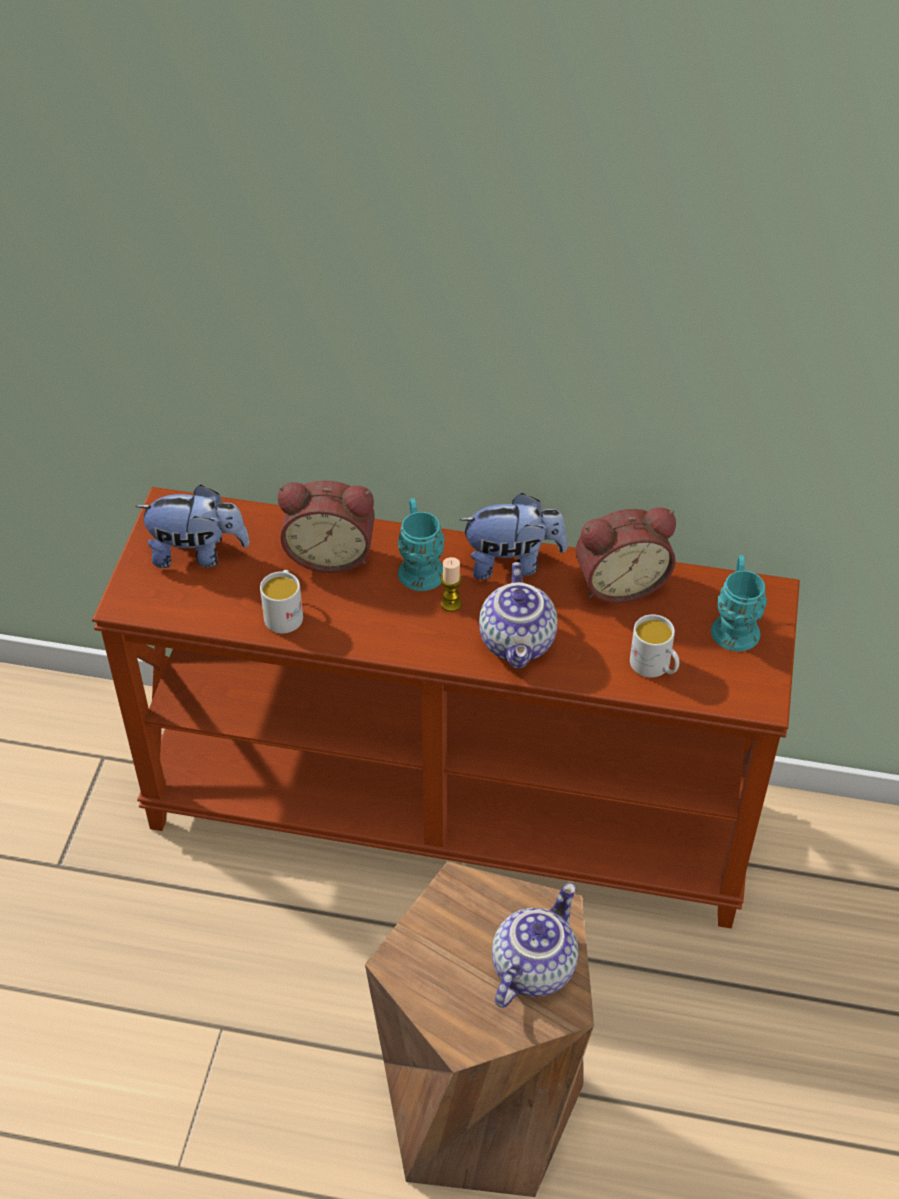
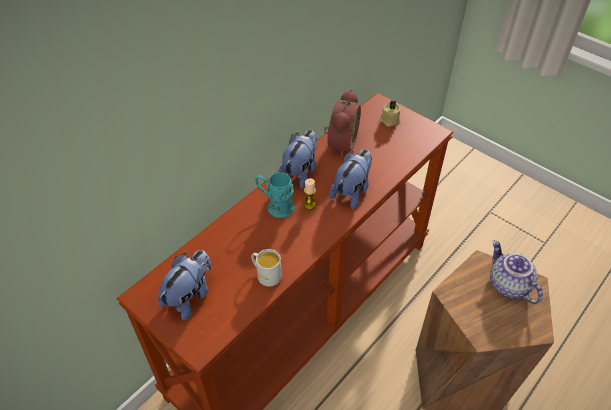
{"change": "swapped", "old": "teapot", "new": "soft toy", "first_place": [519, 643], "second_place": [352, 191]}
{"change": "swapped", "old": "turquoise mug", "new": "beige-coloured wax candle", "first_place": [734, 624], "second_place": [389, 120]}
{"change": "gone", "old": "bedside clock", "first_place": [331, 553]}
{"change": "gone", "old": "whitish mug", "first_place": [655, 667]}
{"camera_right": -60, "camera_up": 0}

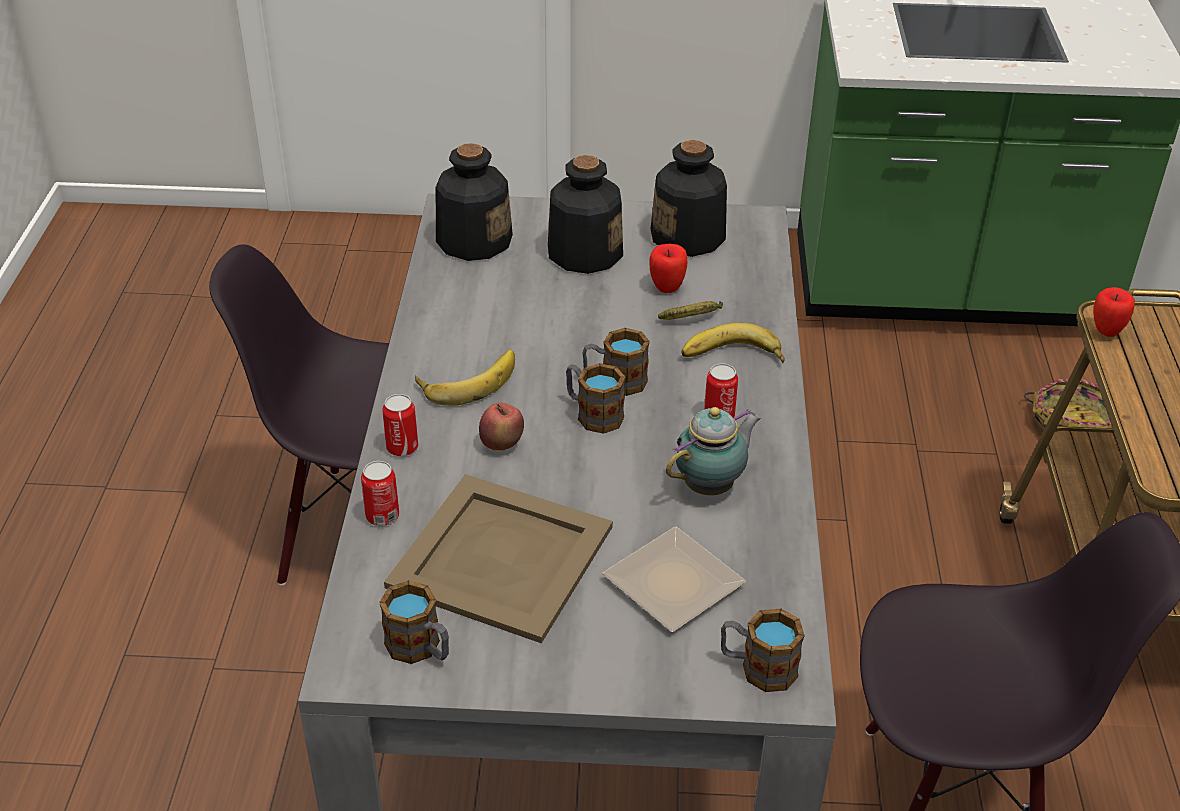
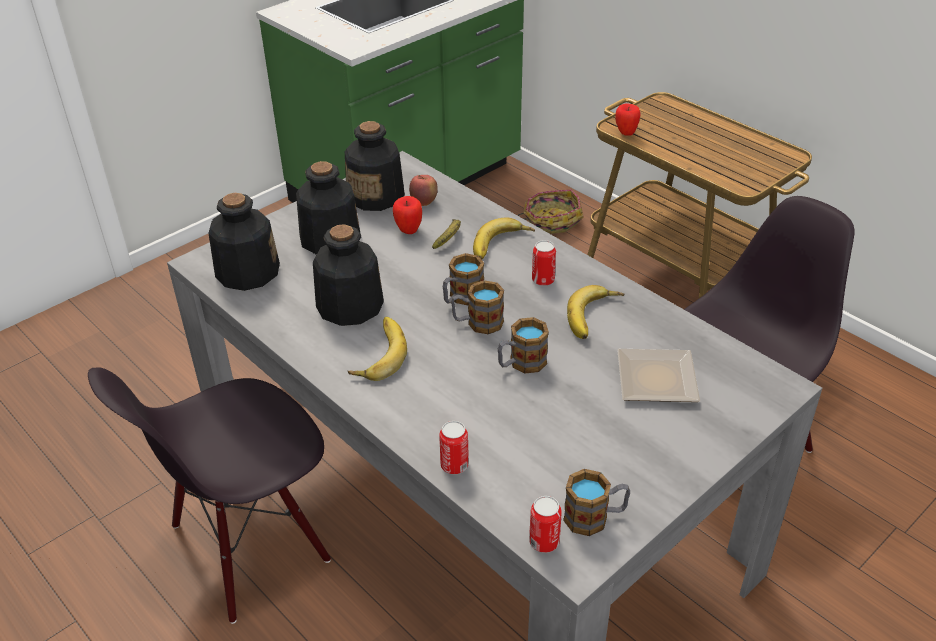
{"change": "new", "new": "drink bottle", "second_place": [349, 306]}
{"change": "shifted", "old": "whole apple", "first_place": [502, 445], "second_place": [424, 203]}
{"change": "shifted", "old": "mug", "first_place": [757, 667], "second_place": [521, 363]}
{"change": "shifted", "old": "sealed can", "first_place": [402, 447], "second_place": [544, 542]}
{"change": "swapped", "old": "teapot", "new": "banana", "first_place": [711, 485], "second_place": [595, 317]}
{"change": "gone", "old": "beige-coloured tray", "first_place": [499, 557]}
{"camera_right": -45, "camera_up": 0}

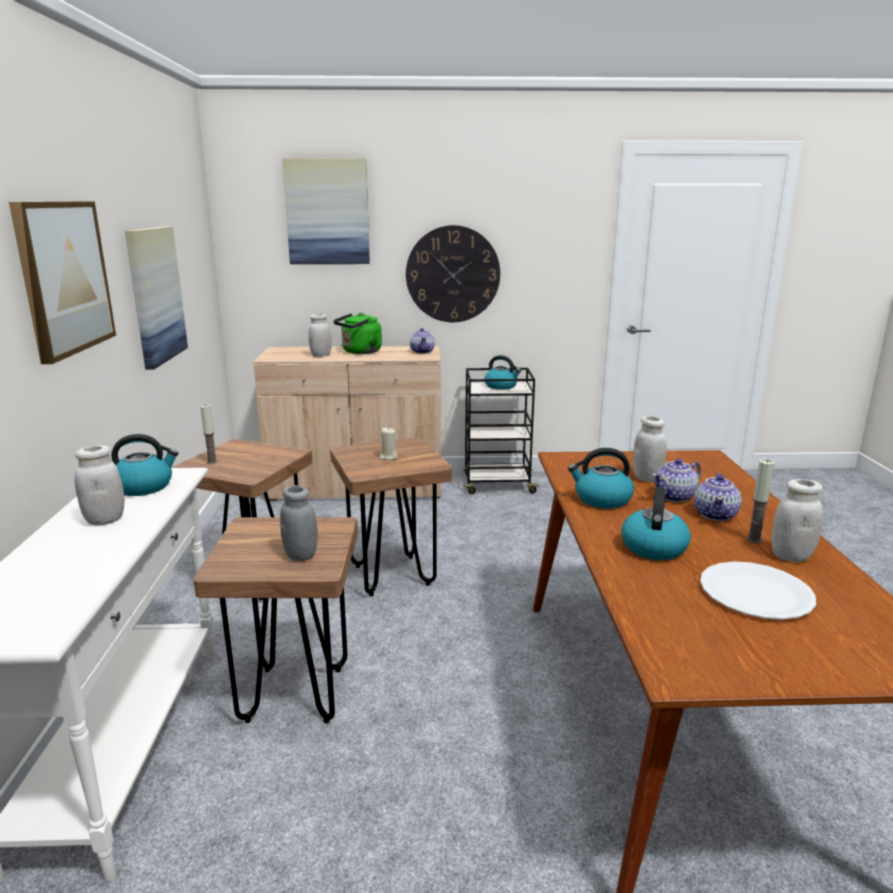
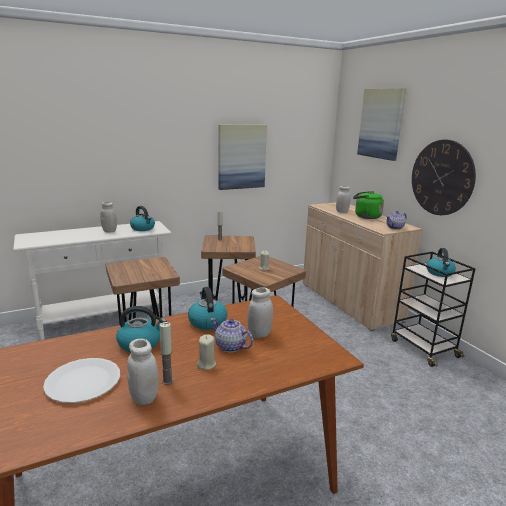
{"change": "swapped", "old": "teapot", "new": "beige-coloured wax candle", "first_place": [715, 514], "second_place": [206, 364]}
{"change": "gone", "old": "wall picture", "first_place": [64, 277]}
{"change": "gone", "old": "grey jar", "first_place": [301, 555]}
{"camera_right": 65, "camera_up": 0}

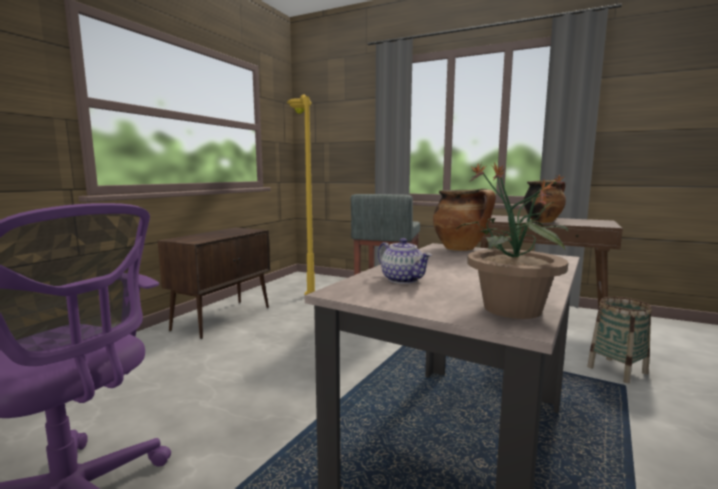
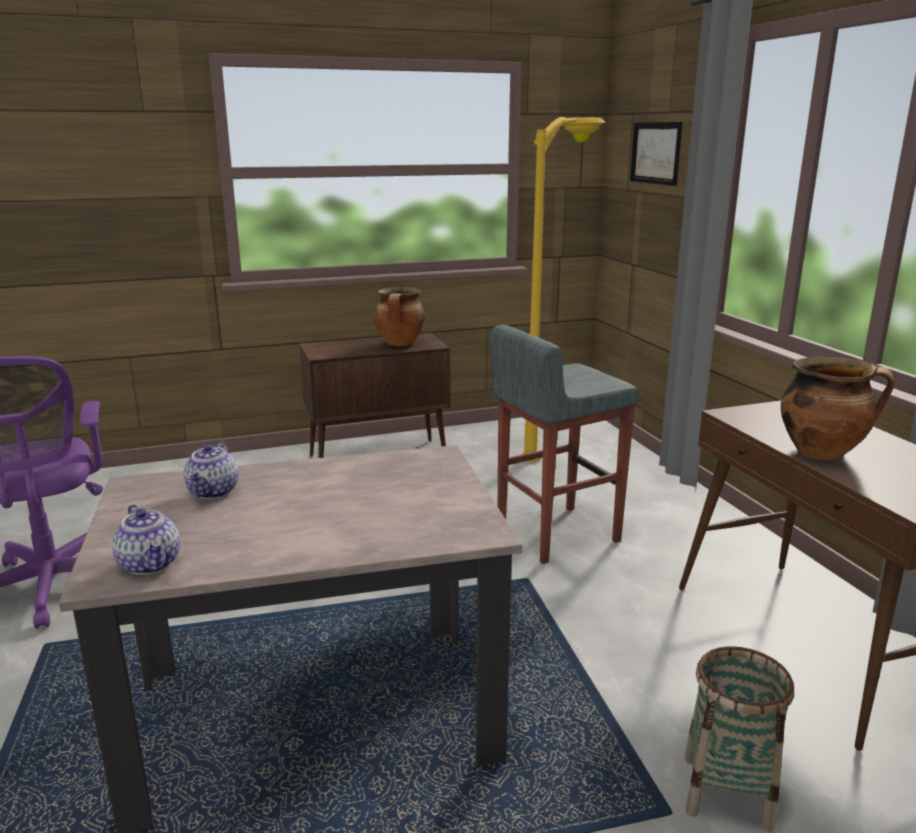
{"change": "swapped", "old": "potted plant", "new": "teapot", "first_place": [511, 309], "second_place": [151, 564]}
{"change": "shifted", "old": "stockpot", "first_place": [461, 249], "second_place": [400, 344]}
{"change": "new", "new": "wall picture", "second_place": [655, 153]}
{"camera_right": 45, "camera_up": 10}

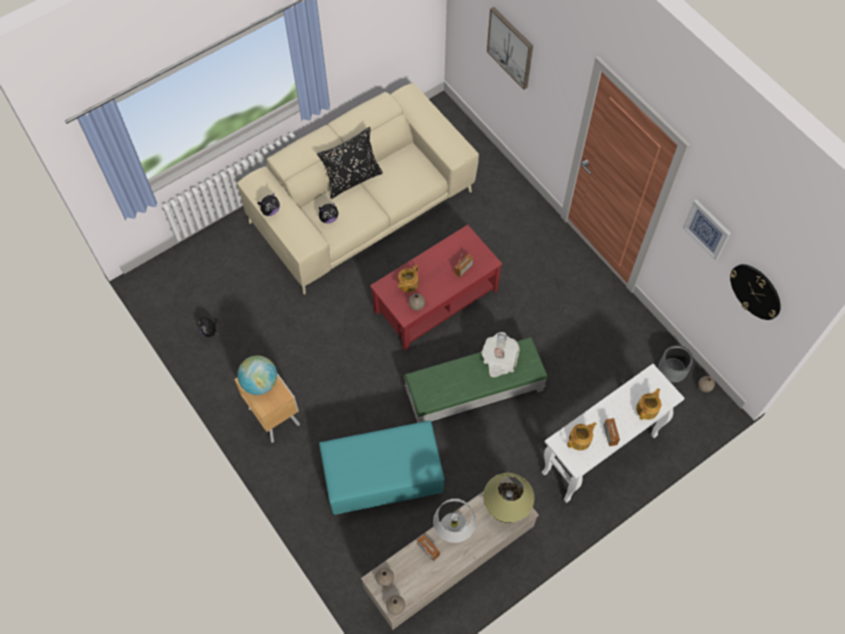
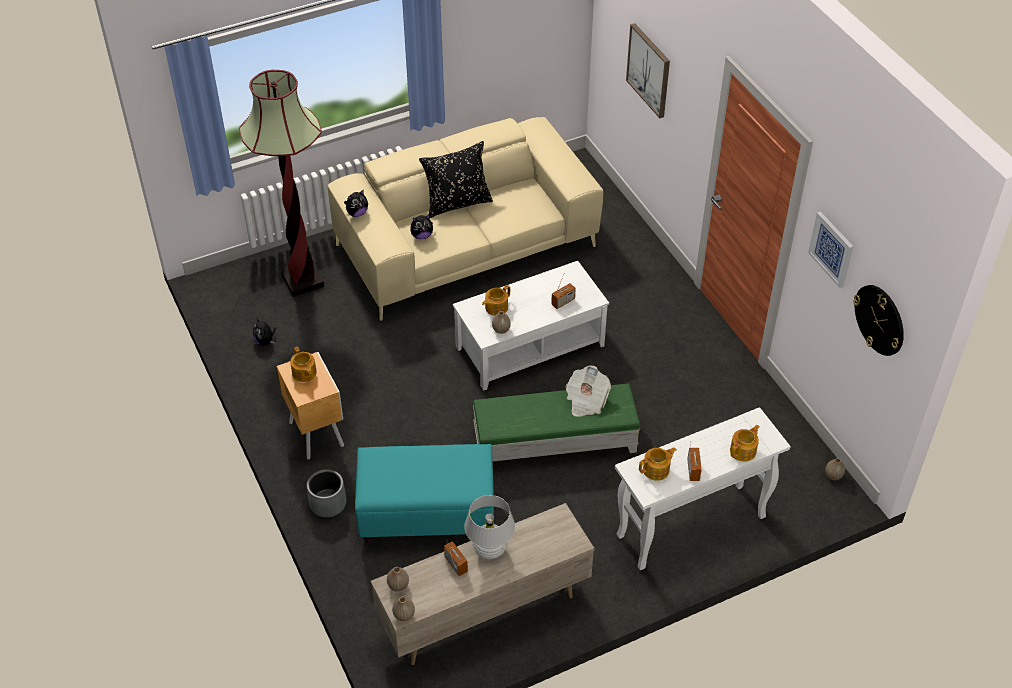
{"change": "new", "new": "standing lamp", "second_place": [303, 281]}
{"change": "swapped", "old": "world globe", "new": "teapot", "first_place": [260, 383], "second_place": [304, 373]}
{"change": "shifted", "old": "grey flower pot", "first_place": [672, 369], "second_place": [327, 503]}
{"change": "repainted", "old": "reddish low table", "new": "whitish low table", "first_place": [435, 299], "second_place": [529, 345]}
{"change": "gone", "old": "lamp for a table", "first_place": [506, 505]}
{"camera_right": 10, "camera_up": -15}

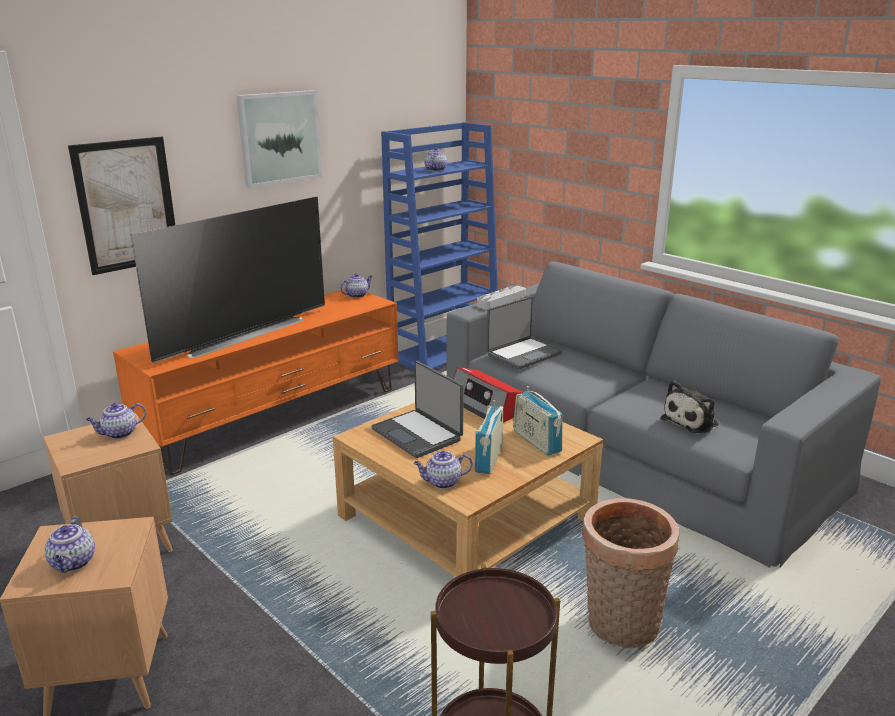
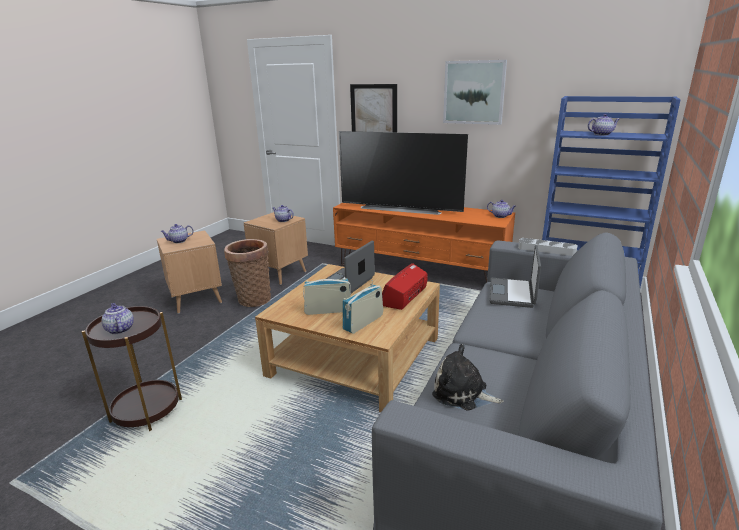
{"change": "shifted", "old": "teapot", "first_place": [442, 482], "second_place": [119, 329]}
{"change": "shifted", "old": "household basket", "first_place": [620, 627], "second_place": [252, 299]}
{"change": "rotated", "old": "portable computer", "first_place": [523, 354], "second_place": [513, 293], "degrees": 75}
{"camera_right": 70, "camera_up": 0}

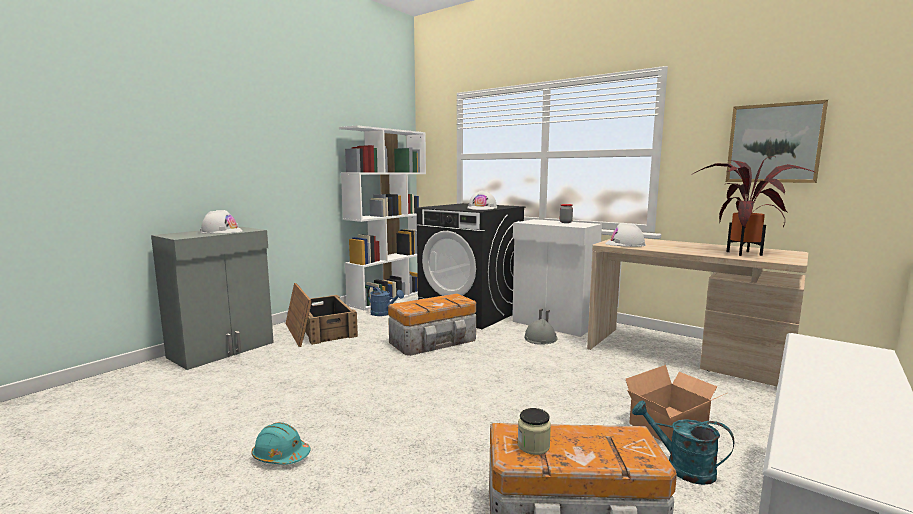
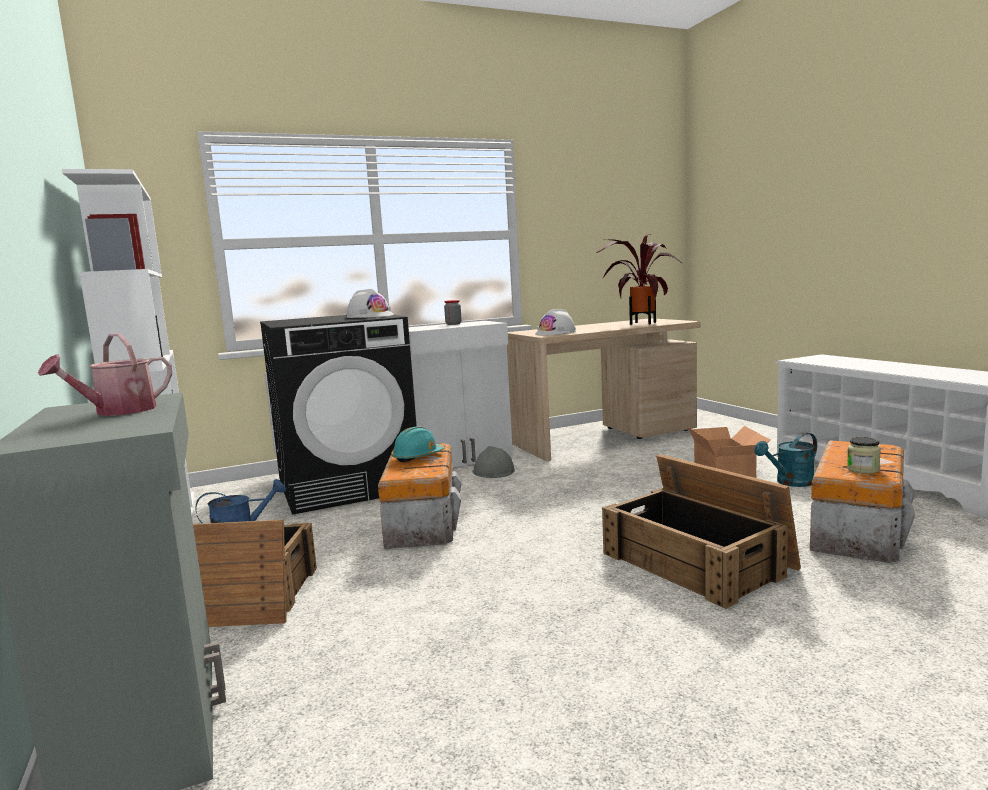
{"change": "swapped", "old": "whitish safety helmet", "new": "watering pot", "first_place": [221, 231], "second_place": [118, 412]}
{"change": "shifted", "old": "turquoise safety helmet", "first_place": [281, 456], "second_place": [417, 457]}
{"change": "new", "new": "packing crate", "second_place": [699, 560]}
{"change": "gone", "old": "wall picture", "first_place": [773, 143]}
{"camera_right": -60, "camera_up": 0}

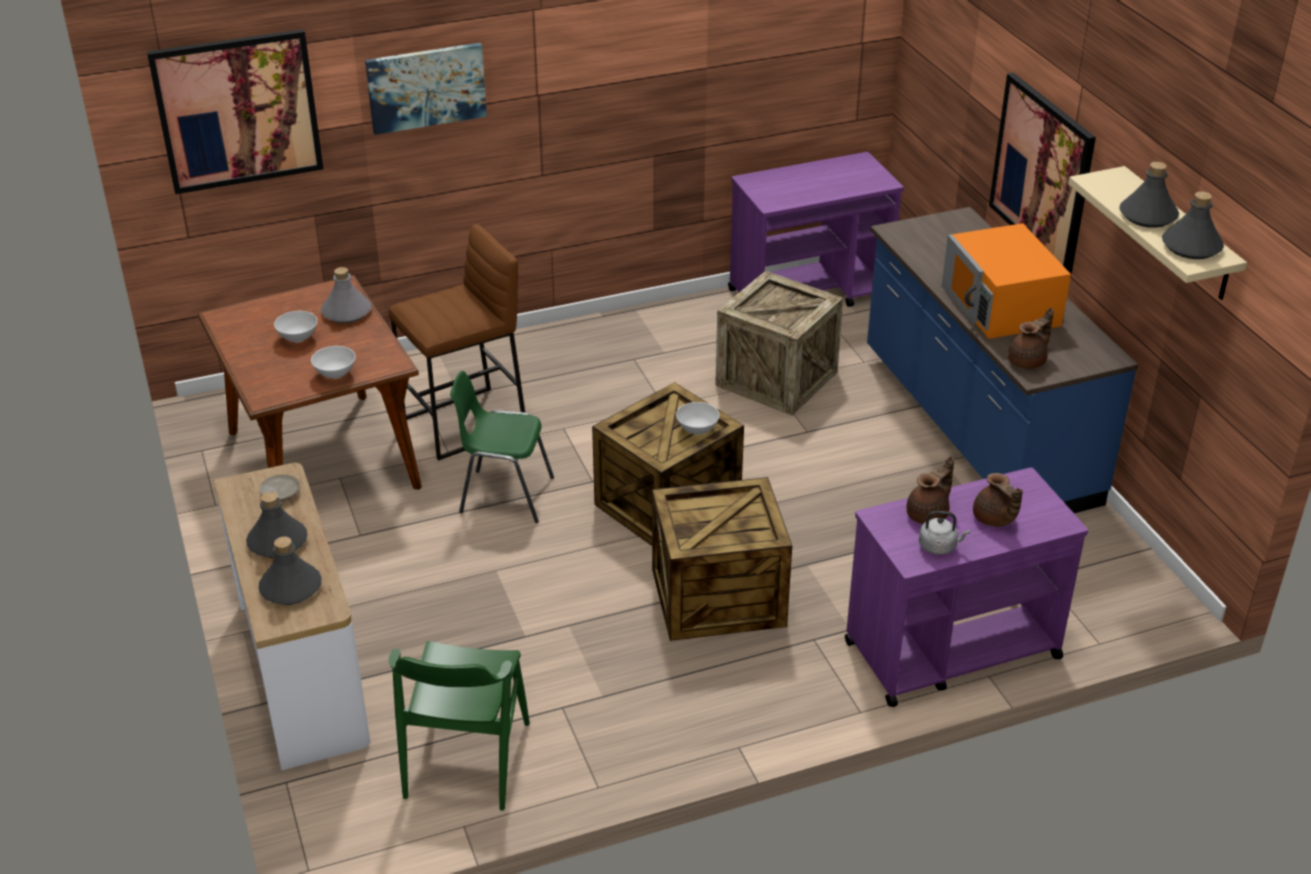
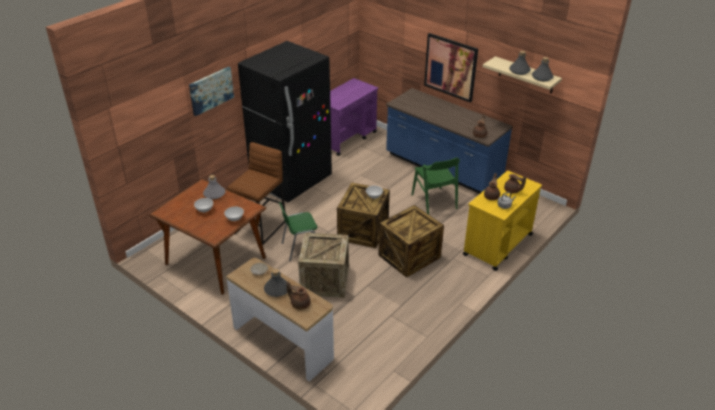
{"change": "new", "new": "black-coloured kitchen fridge", "second_place": [291, 181]}
{"change": "swapped", "old": "grey drink bottle", "new": "brown-coloured teapot", "first_place": [291, 587], "second_place": [299, 304]}
{"change": "shifted", "old": "packing crate", "first_place": [776, 379], "second_place": [325, 281]}
{"change": "shifted", "old": "green plain chair", "first_place": [466, 760], "second_place": [434, 201]}
{"change": "repainted", "old": "purple wheeled cart", "new": "yellow wheeled cart", "first_place": [950, 650], "second_place": [497, 245]}
{"change": "gone", "old": "wall picture", "first_place": [237, 111]}
{"change": "gone", "old": "orangey microwave", "first_place": [1001, 306]}
{"camera_right": -30, "camera_up": 0}

